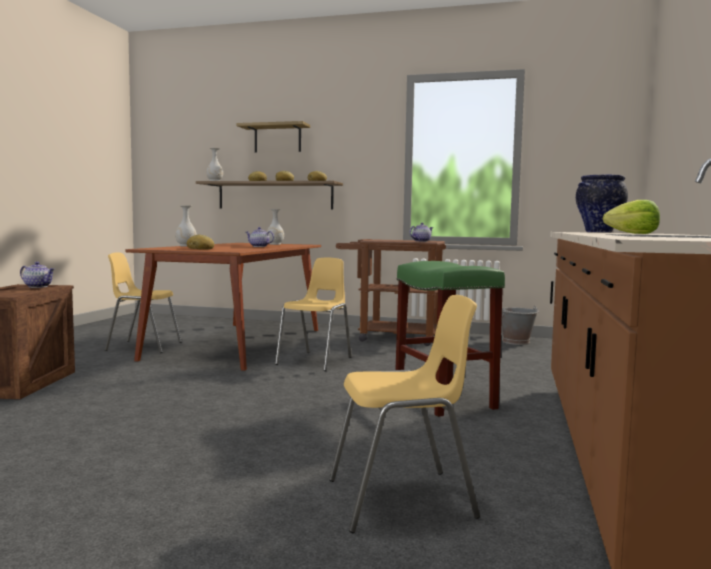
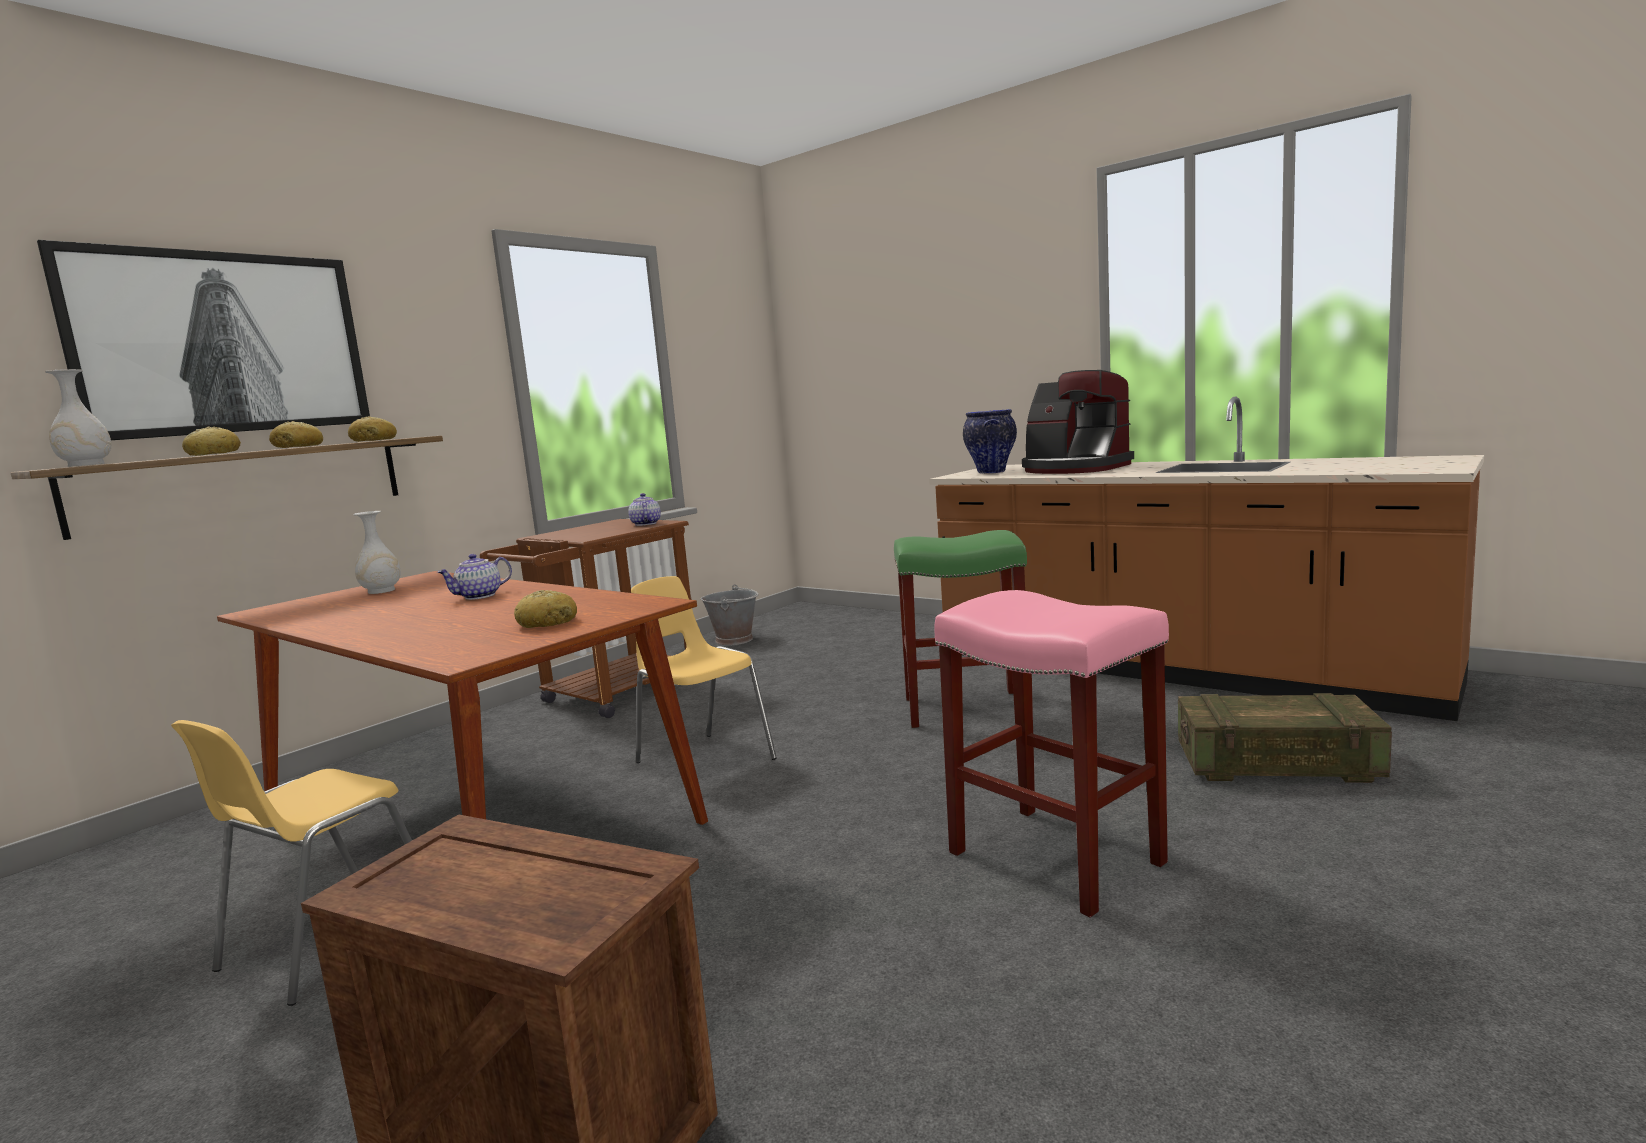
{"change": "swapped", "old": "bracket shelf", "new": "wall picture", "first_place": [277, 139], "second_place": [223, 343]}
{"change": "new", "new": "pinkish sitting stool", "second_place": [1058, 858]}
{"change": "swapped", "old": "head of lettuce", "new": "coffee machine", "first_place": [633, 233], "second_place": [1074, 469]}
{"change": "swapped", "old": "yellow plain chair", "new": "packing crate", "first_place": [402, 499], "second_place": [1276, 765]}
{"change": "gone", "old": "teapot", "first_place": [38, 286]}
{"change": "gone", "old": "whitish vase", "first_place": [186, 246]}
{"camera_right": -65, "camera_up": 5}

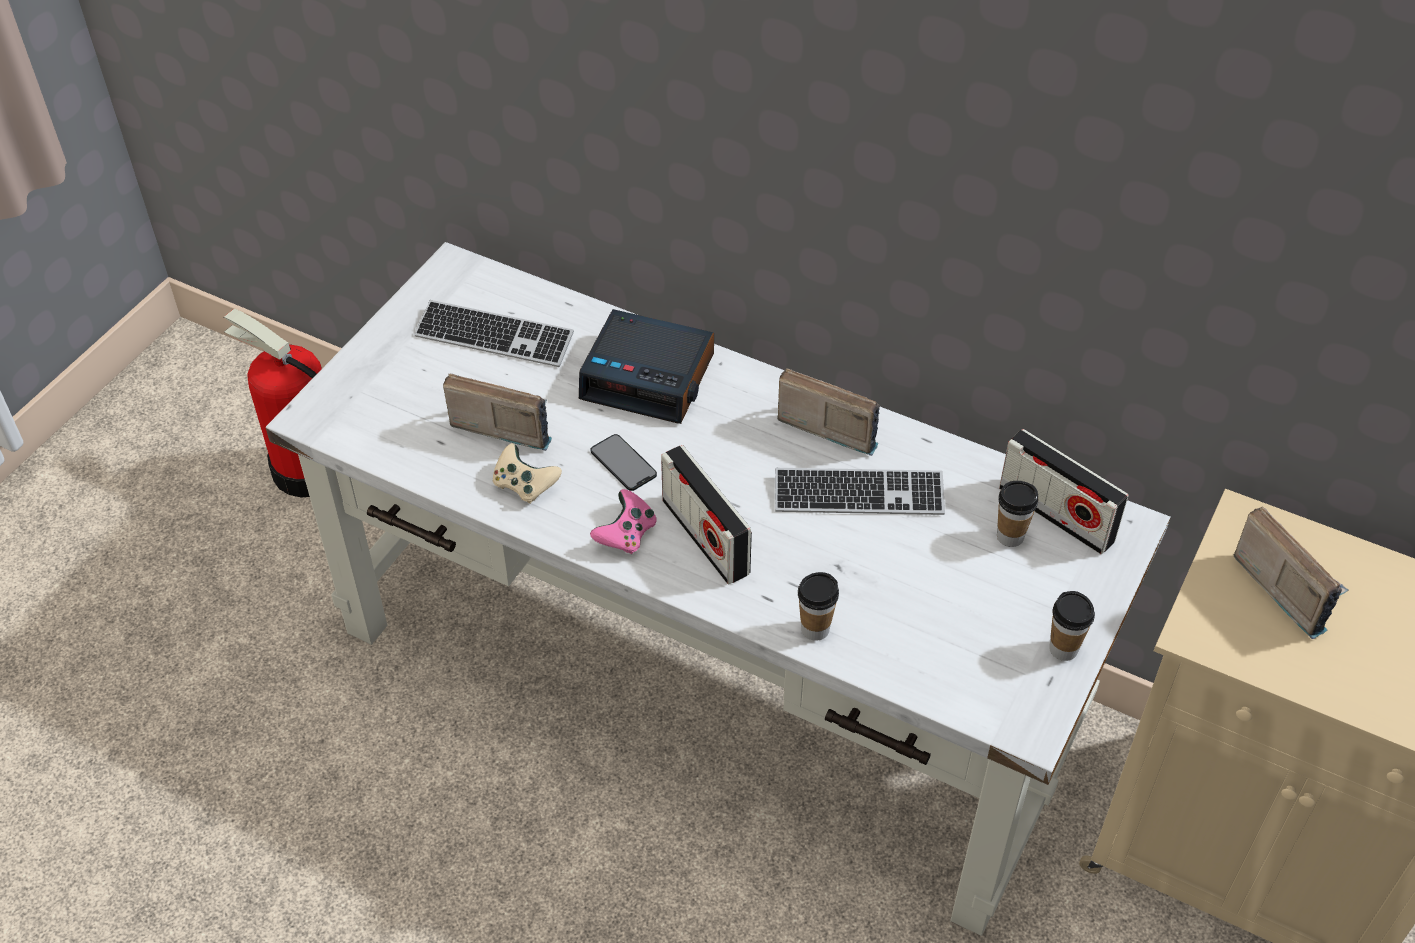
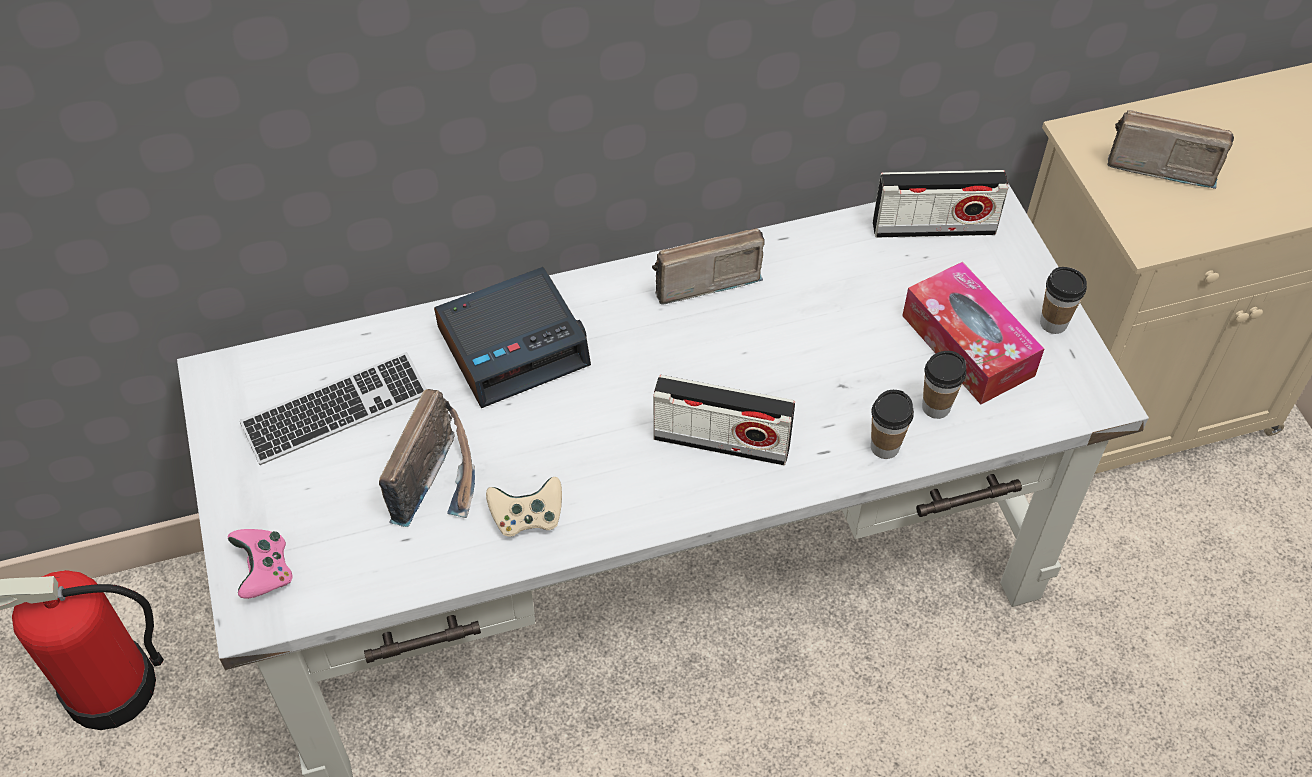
{"change": "shifted", "old": "pinkish joypad", "first_place": [626, 535], "second_place": [265, 572]}
{"change": "rotated", "old": "radio", "first_place": [503, 423], "second_place": [440, 479], "degrees": 135}
{"change": "new", "new": "tissue holder", "second_place": [967, 345]}
{"change": "shifted", "old": "drinking cup", "first_place": [1010, 536], "second_place": [936, 407]}
{"change": "gone", "old": "telephone", "first_place": [623, 463]}
{"change": "gone", "old": "keyboard", "first_place": [858, 495]}
{"camera_right": -45, "camera_up": 5}

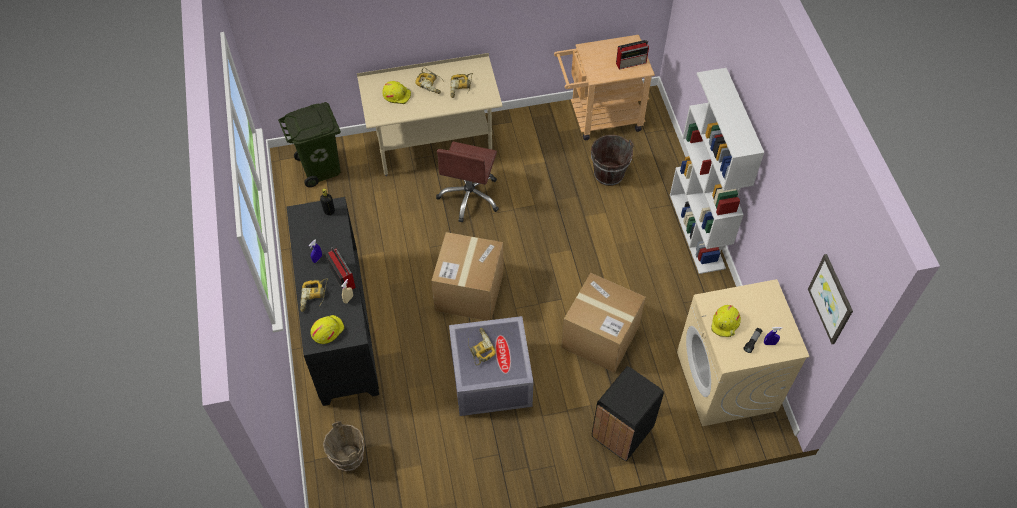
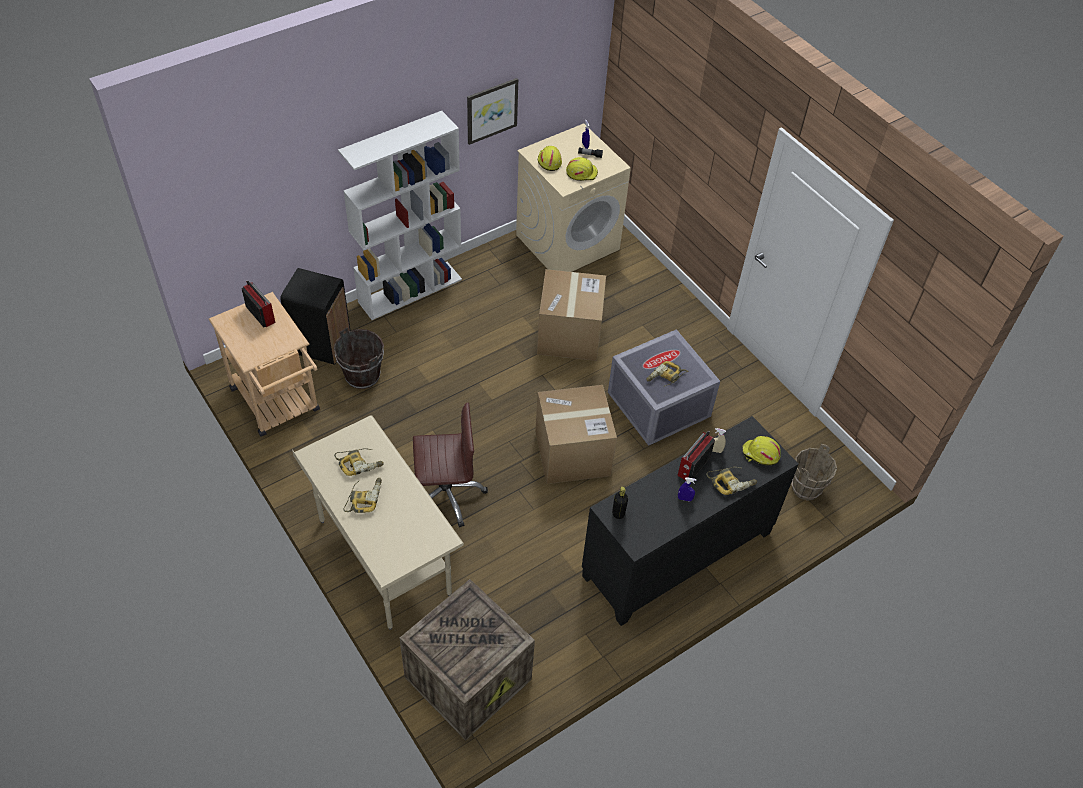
{"change": "shifted", "old": "black-coloured waste bin", "first_place": [623, 432], "second_place": [321, 345]}
{"change": "swapped", "old": "green waste bin", "new": "packing crate", "first_place": [321, 168], "second_place": [468, 676]}
{"change": "shifted", "old": "wall picture", "first_place": [831, 299], "second_place": [491, 110]}
{"change": "shifted", "old": "yellow safety helmet", "first_place": [397, 95], "second_place": [549, 161]}
{"camera_right": -115, "camera_up": -5}

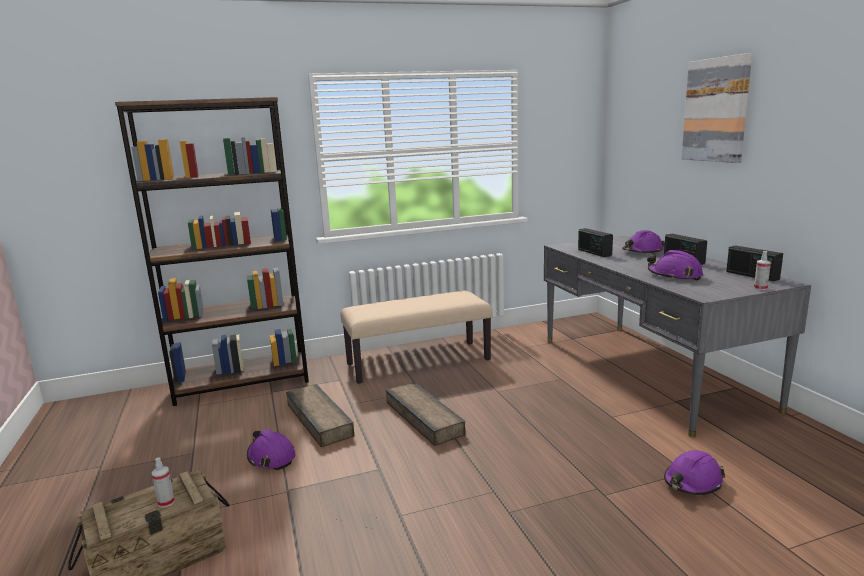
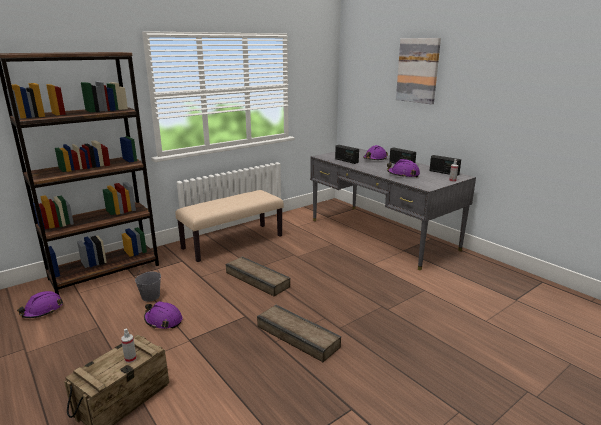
{"change": "shifted", "old": "purple safety helmet", "first_place": [692, 482], "second_place": [42, 310]}
{"change": "new", "new": "grey bucket", "second_place": [150, 296]}
{"change": "shifted", "old": "packing crate", "first_place": [320, 419], "second_place": [298, 335]}
{"camera_right": -20, "camera_up": 5}

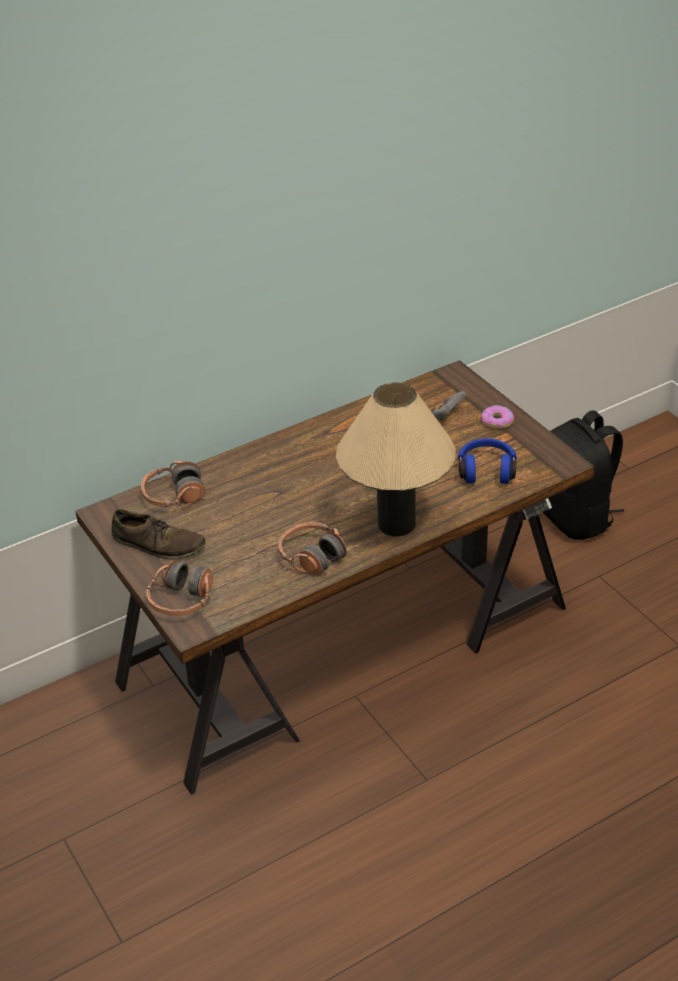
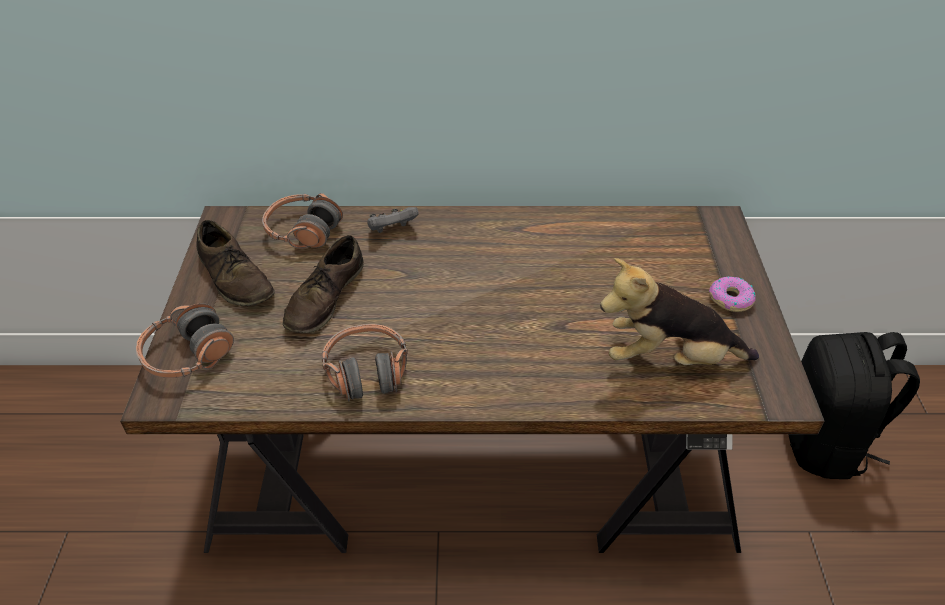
{"change": "new", "new": "brown-coloured item of footwear", "second_place": [325, 298]}
{"change": "shifted", "old": "grey joypad", "first_place": [447, 415], "second_place": [392, 230]}
{"change": "swapped", "old": "blue-coloured pair of headphones", "new": "soft toy", "first_place": [486, 470], "second_place": [668, 358]}
{"change": "gone", "old": "beige-coloured lamp for a table", "first_place": [396, 524]}
{"camera_right": 30, "camera_up": 5}

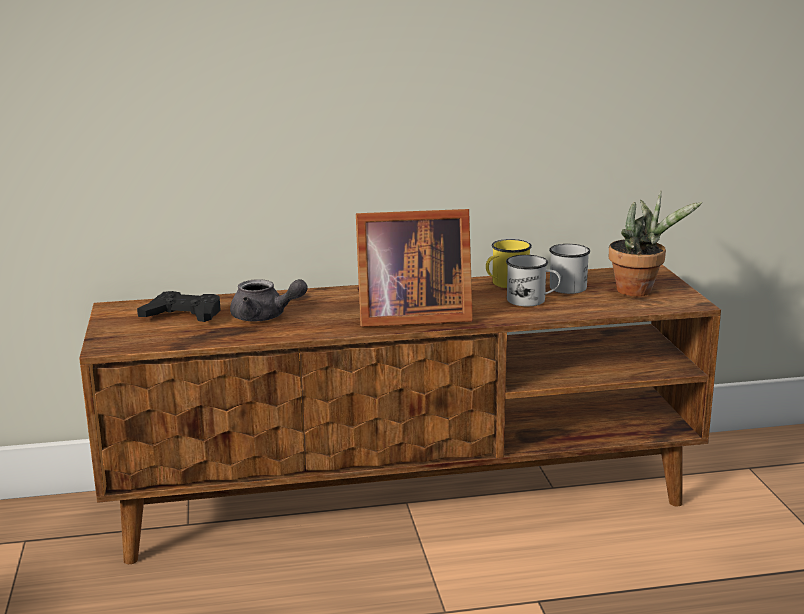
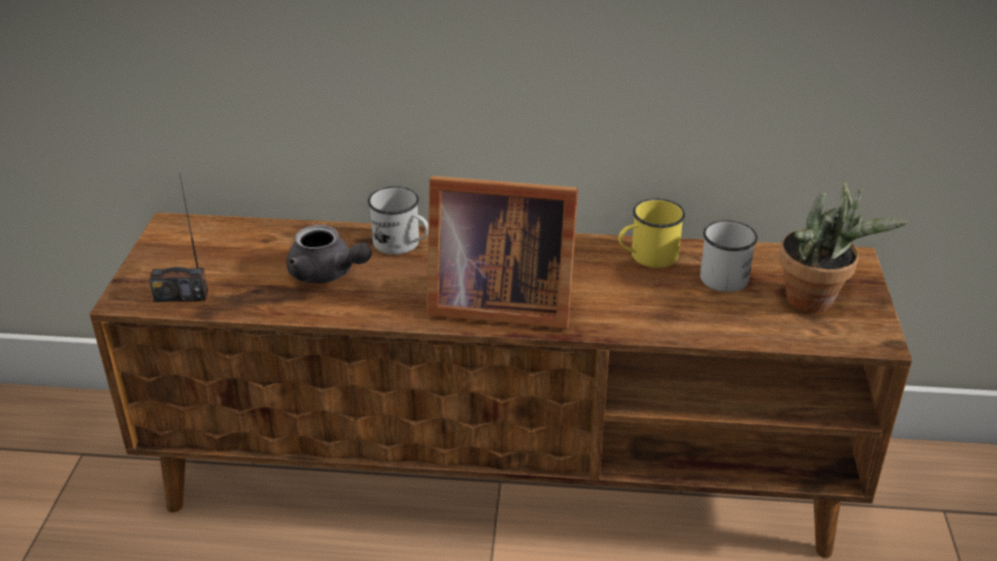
{"change": "new", "new": "radio", "second_place": [181, 296]}
{"change": "shifted", "old": "whitish mug", "first_place": [532, 301], "second_place": [402, 245]}
{"change": "gone", "old": "black-coloured joypad", "first_place": [183, 315]}
{"camera_right": 15, "camera_up": 15}

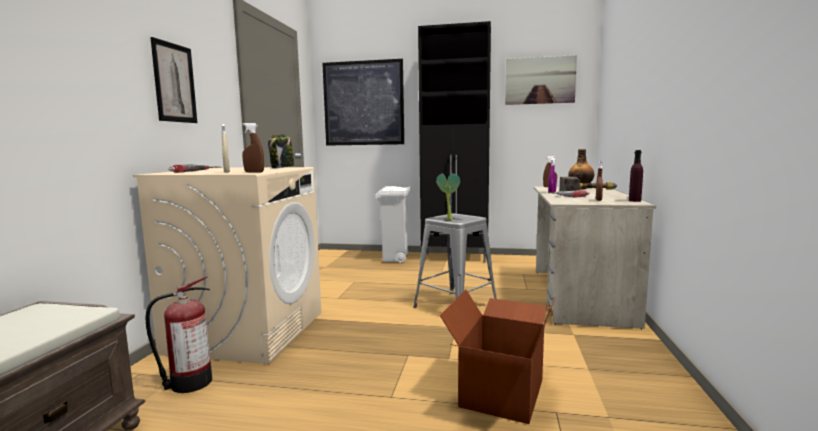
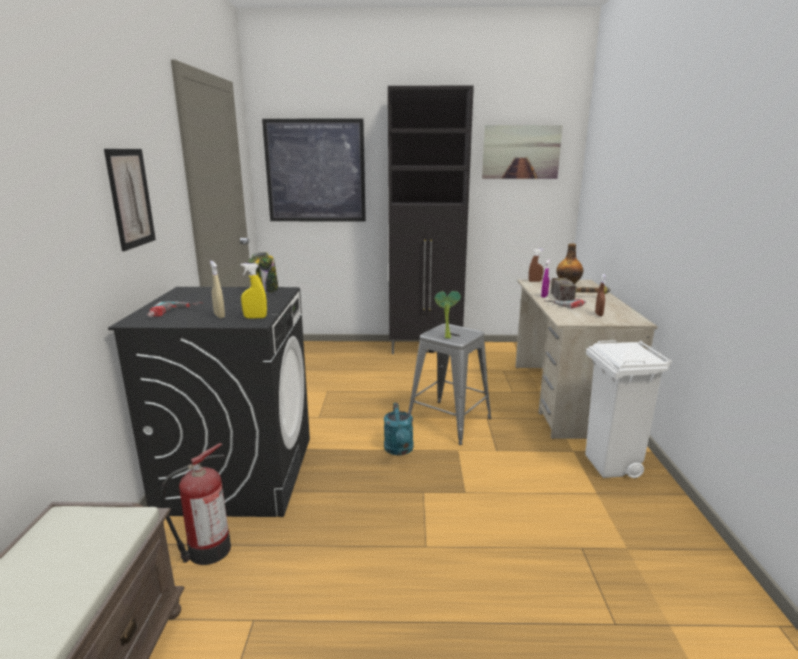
{"change": "repainted", "old": "beige-coloured washing machine", "new": "black-coloured washing machine", "first_place": [247, 331], "second_place": [238, 473]}
{"change": "repainted", "old": "brown-coloured hand sprayer", "new": "yellow hand sprayer", "first_place": [254, 172], "second_place": [255, 317]}
{"change": "new", "new": "turquoise watering pot", "second_place": [399, 450]}
{"change": "shifted", "old": "whitish waste bin", "first_place": [395, 259], "second_place": [611, 466]}
{"change": "gone", "old": "packing box", "first_place": [500, 392]}
{"change": "gone", "old": "purple drink bottle", "first_place": [634, 201]}
{"camera_right": -10, "camera_up": 10}

